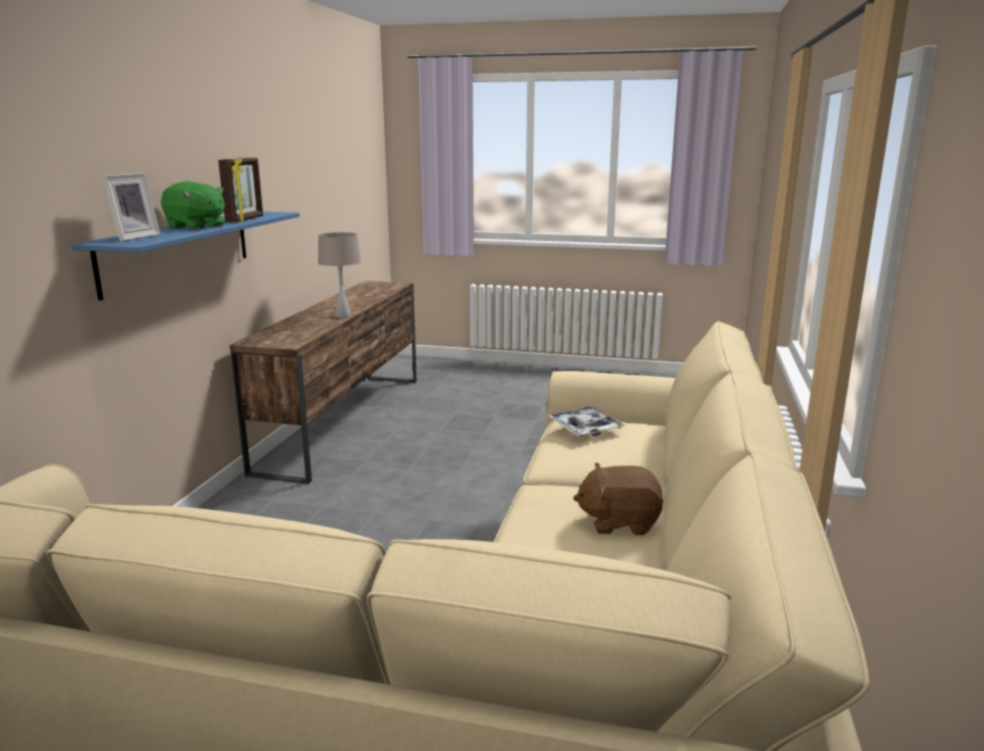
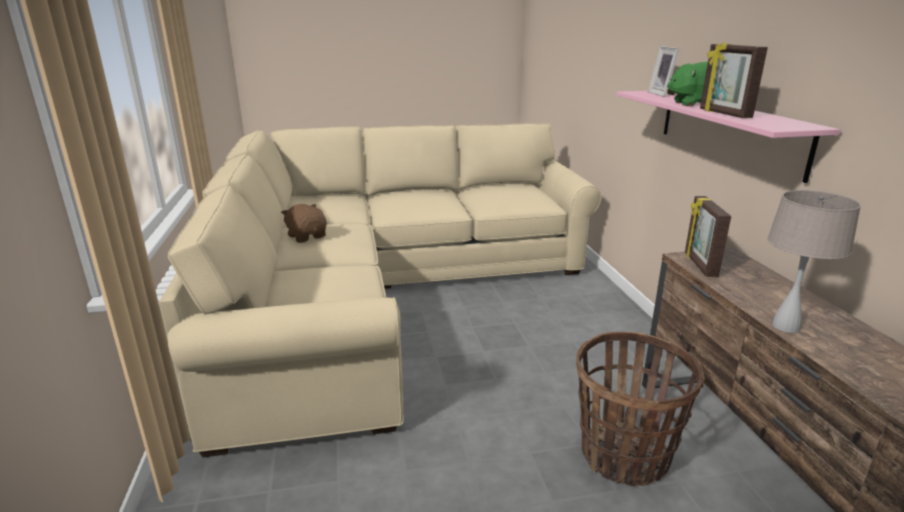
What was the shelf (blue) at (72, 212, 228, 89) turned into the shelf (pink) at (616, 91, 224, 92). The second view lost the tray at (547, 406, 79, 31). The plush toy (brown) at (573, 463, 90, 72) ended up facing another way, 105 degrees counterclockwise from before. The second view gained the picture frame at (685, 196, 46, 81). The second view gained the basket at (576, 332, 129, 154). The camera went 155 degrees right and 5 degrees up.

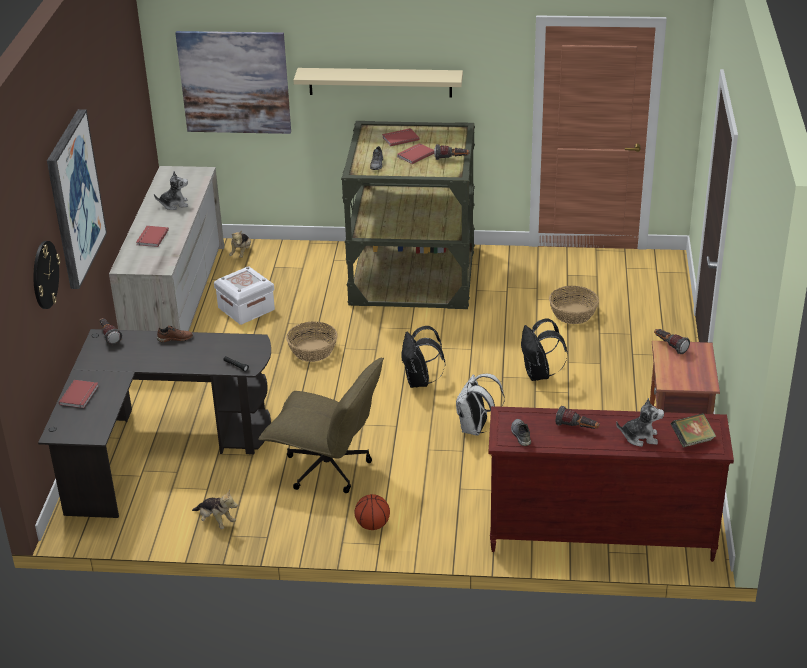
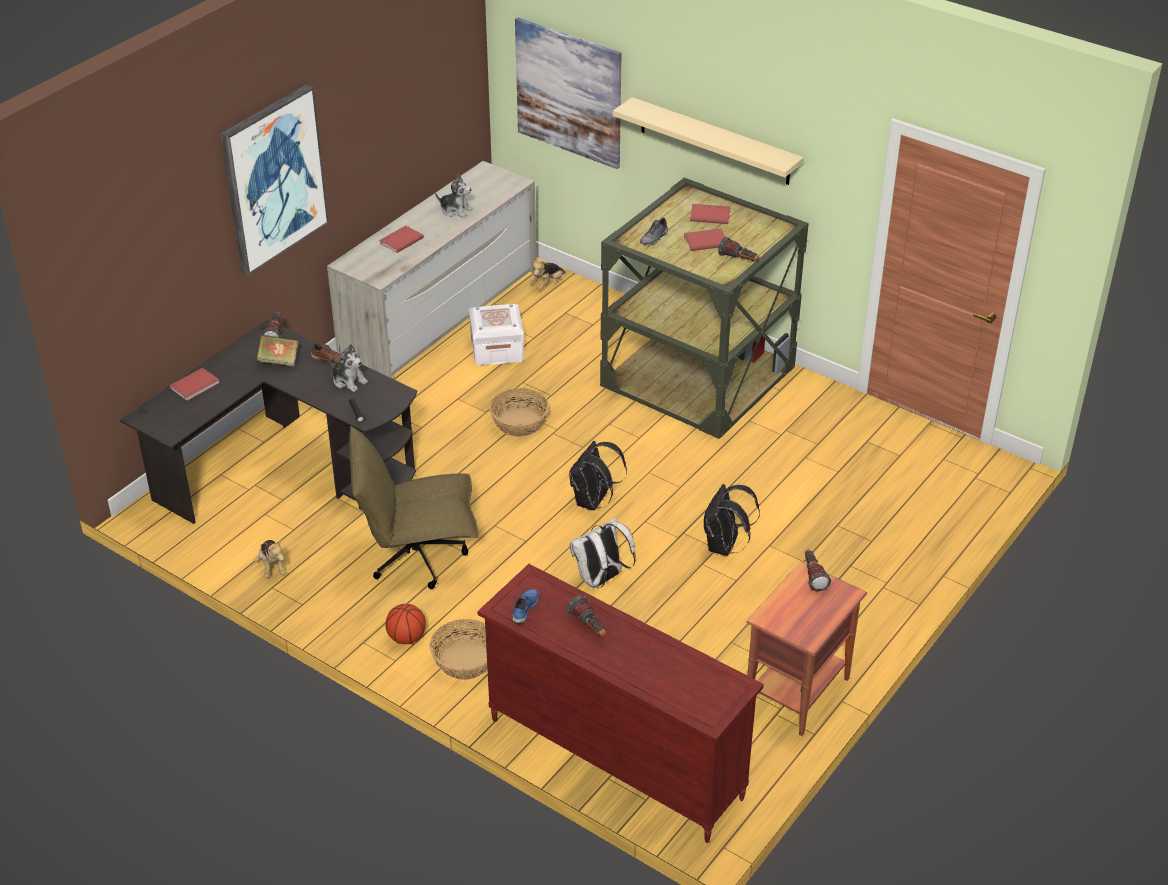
The second view lost the wall clock at (33, 241, 28, 68). The basket ended up elsewhere, having gone from (549, 286, 50, 38) to (430, 619, 57, 61). The office chair (beige) at (258, 358, 126, 135) ended up facing another way, 120 degrees clockwise from before. The plush toy ended up elsewhere, having gone from (616, 398, 48, 49) to (329, 344, 39, 48). The book ended up elsewhere, having gone from (671, 413, 45, 34) to (257, 335, 42, 32). What was the shoe (grey) at (511, 419, 20, 27) turned into the shoe (blue) at (512, 589, 27, 35). The camera went 30 degrees right and 5 degrees up.

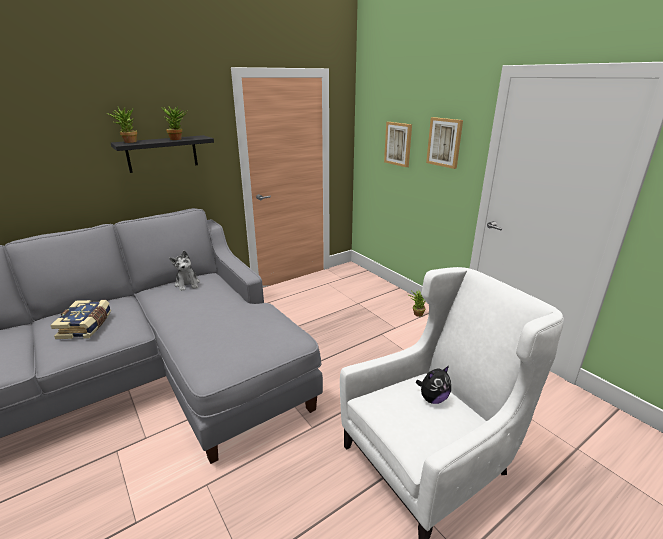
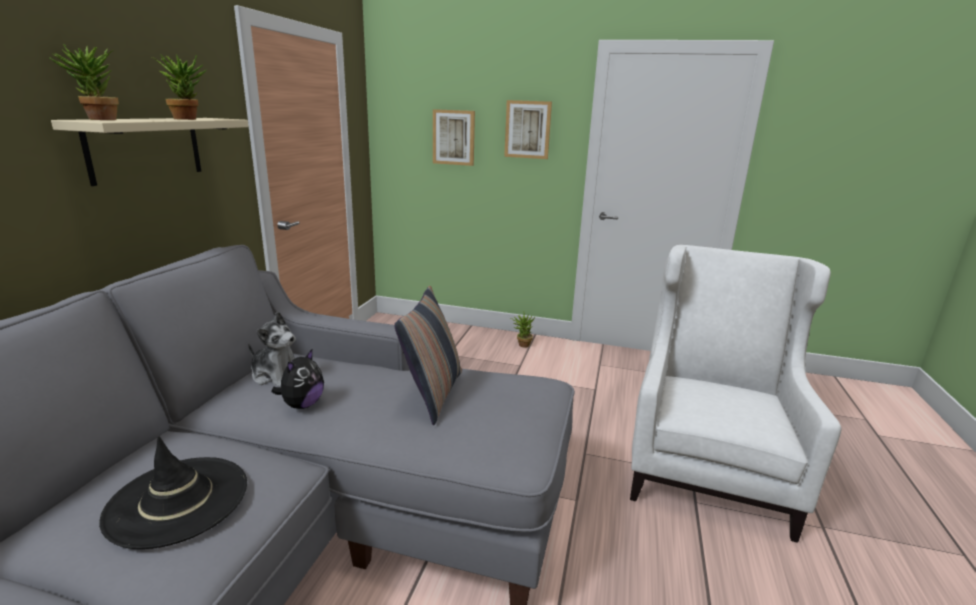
What was the shelf (black) at (111, 135, 103, 38) turned into the shelf (beige) at (51, 118, 198, 68). Where the book stood at (50, 300, 61, 39), the hat (black) came to stand at (99, 437, 148, 112). The plush toy ended up elsewhere, having gone from (416, 366, 35, 38) to (271, 349, 53, 60). The second view gained the pillow at (394, 286, 68, 139). The camera went 40 degrees left and 5 degrees down.

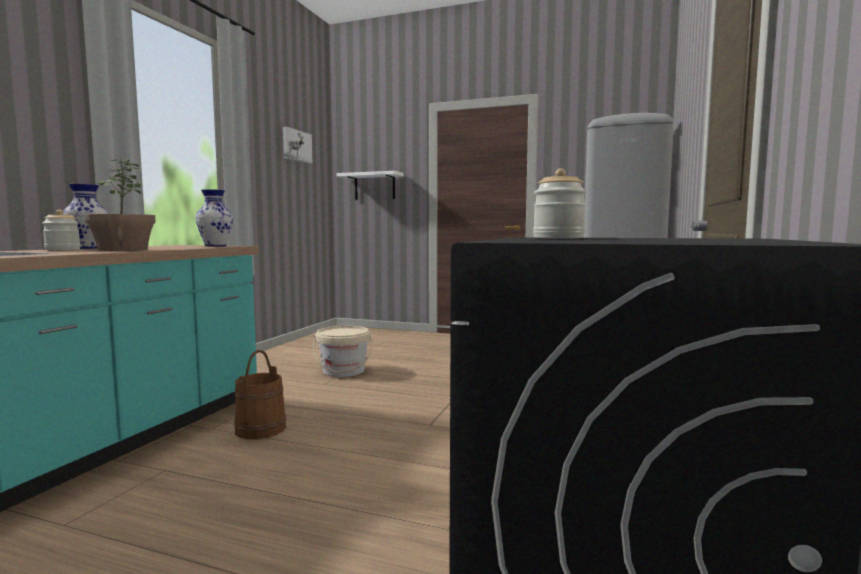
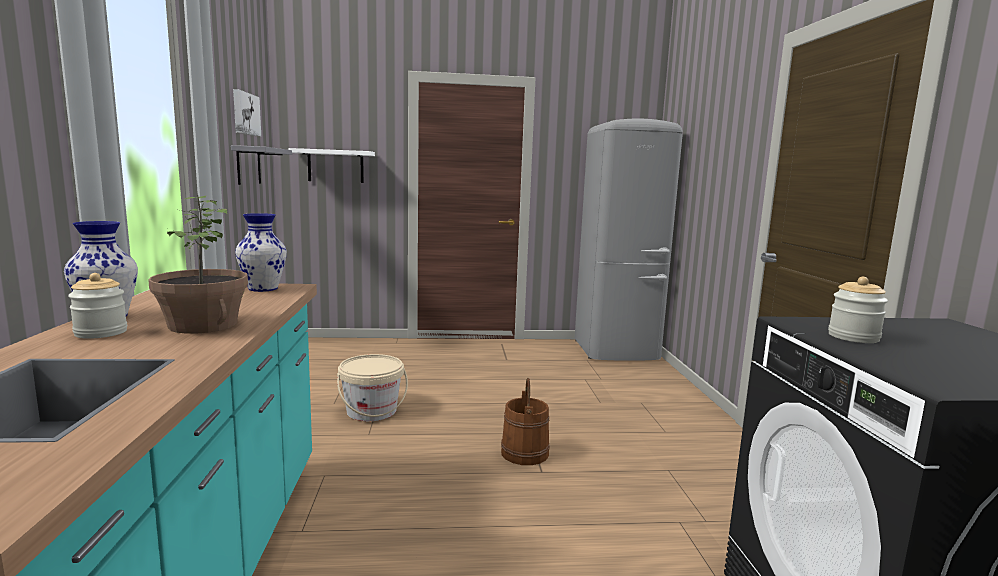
The bucket (brown) ended up elsewhere, having gone from (234, 350, 52, 89) to (501, 378, 49, 87). The second view gained the shelf (grey) at (231, 145, 61, 40). The camera went 25 degrees left and 5 degrees up.

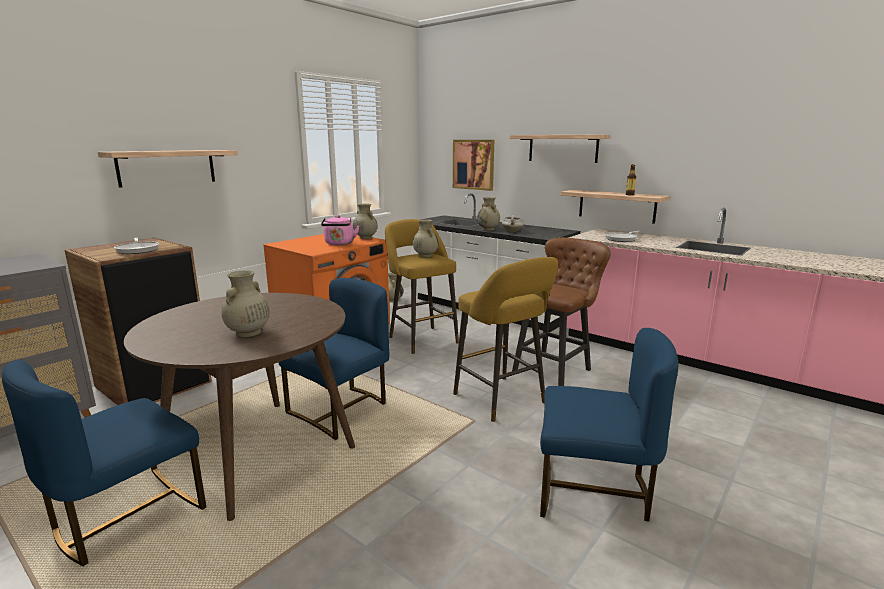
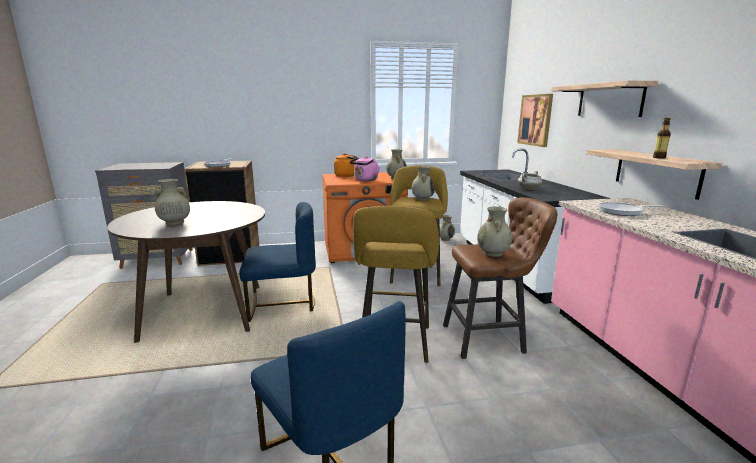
The second view lost the shelf at (98, 150, 140, 38). The vase (beige) ended up elsewhere, having gone from (477, 197, 23, 34) to (477, 207, 35, 50). The second view lost the chair (blue) at (2, 360, 204, 206). The second view gained the kettle (orange) at (334, 154, 23, 23). The camera went 40 degrees right and 0 degrees up.

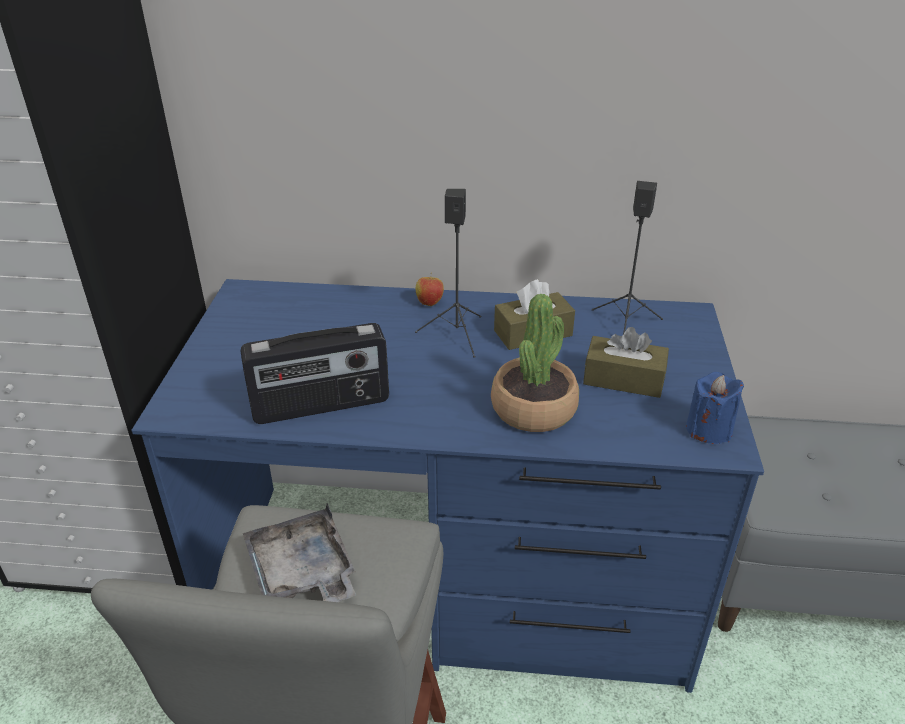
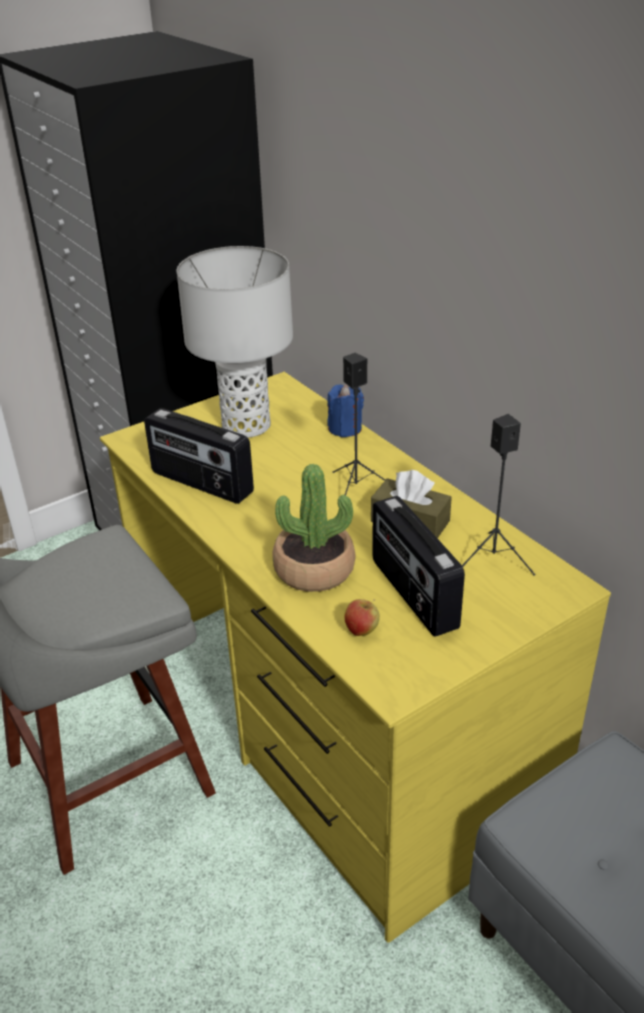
The apple ended up elsewhere, having gone from (416, 272, 28, 34) to (344, 599, 36, 37). What was the desk (blue) at (132, 279, 632, 414) turned into the desk (yellow) at (100, 372, 511, 571). Where the tissue box (brown) stood at (583, 327, 86, 71), the radio came to stand at (372, 496, 93, 141). The candle (blue) ended up elsewhere, having gone from (686, 372, 58, 72) to (327, 385, 37, 53). The second view lost the tray (grey) at (243, 503, 113, 99). The second view gained the table lamp (white) at (176, 246, 117, 192). The camera went 50 degrees right and 0 degrees up.

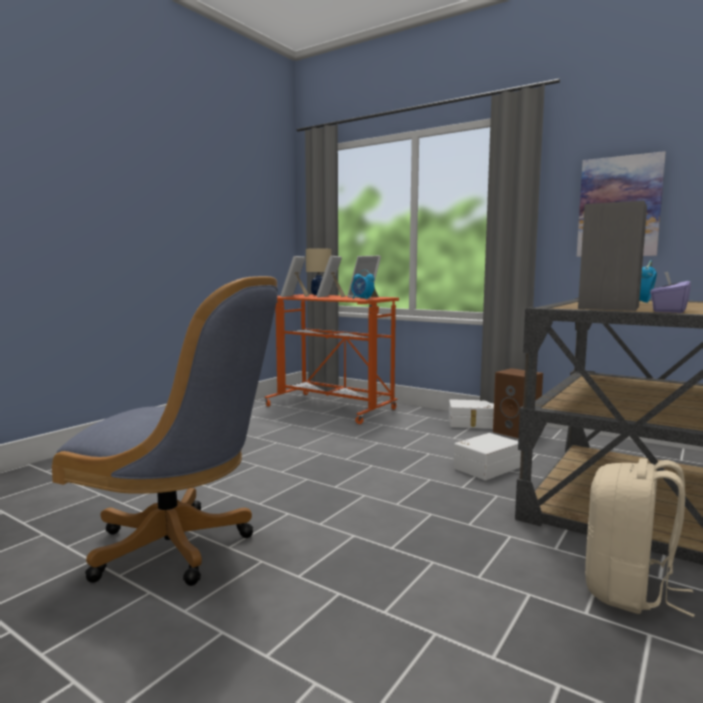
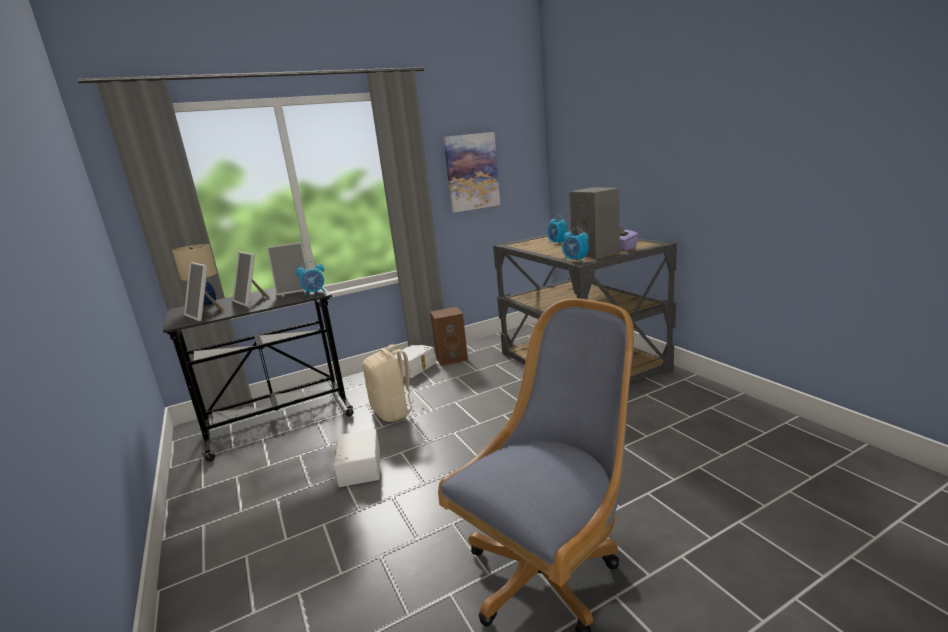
What was the desk (orange) at (265, 294, 134, 130) turned into the desk (black) at (163, 287, 190, 174). The storage box (white) ended up elsewhere, having gone from (453, 433, 68, 47) to (334, 429, 46, 58). The backpack (beige) ended up elsewhere, having gone from (585, 458, 110, 159) to (363, 344, 59, 78). The second view gained the alarm clock at (562, 227, 27, 35). The camera went 60 degrees left and 10 degrees up.

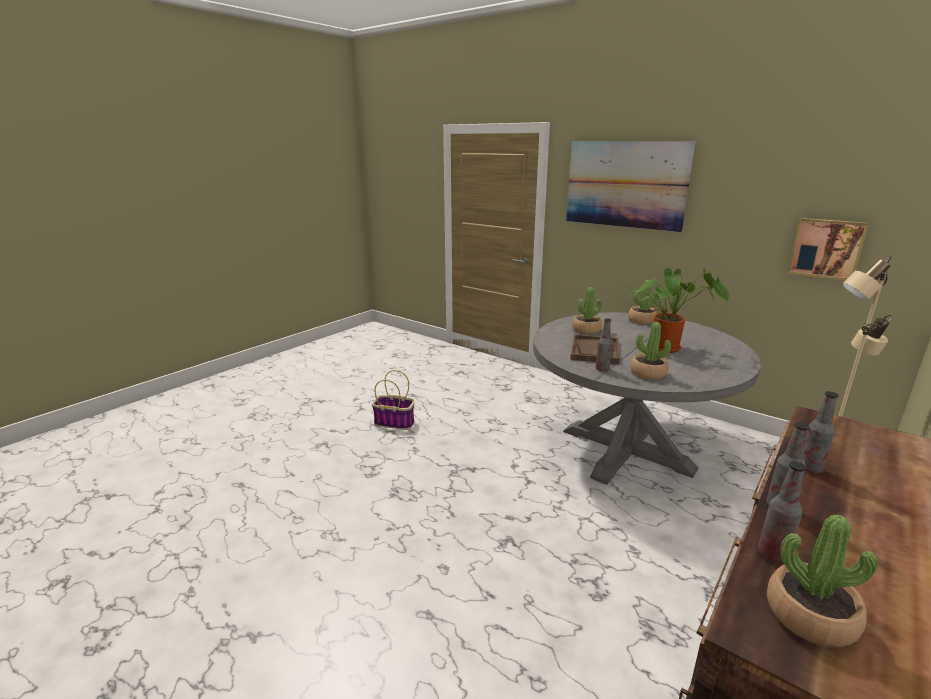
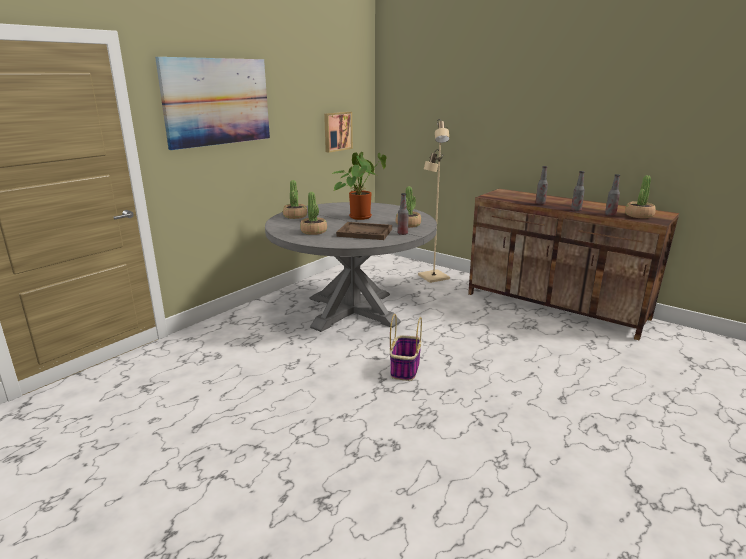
The basket ended up elsewhere, having gone from (372, 370, 43, 60) to (390, 314, 32, 67). The camera went 90 degrees left and 0 degrees up.

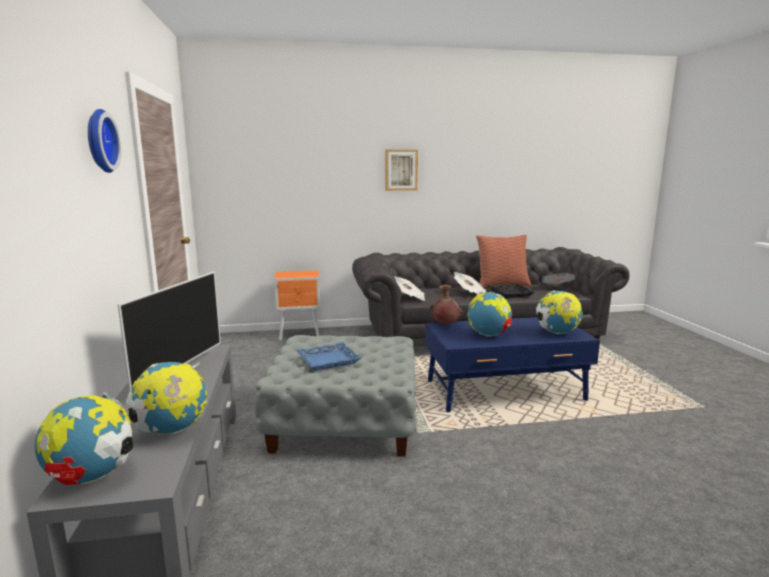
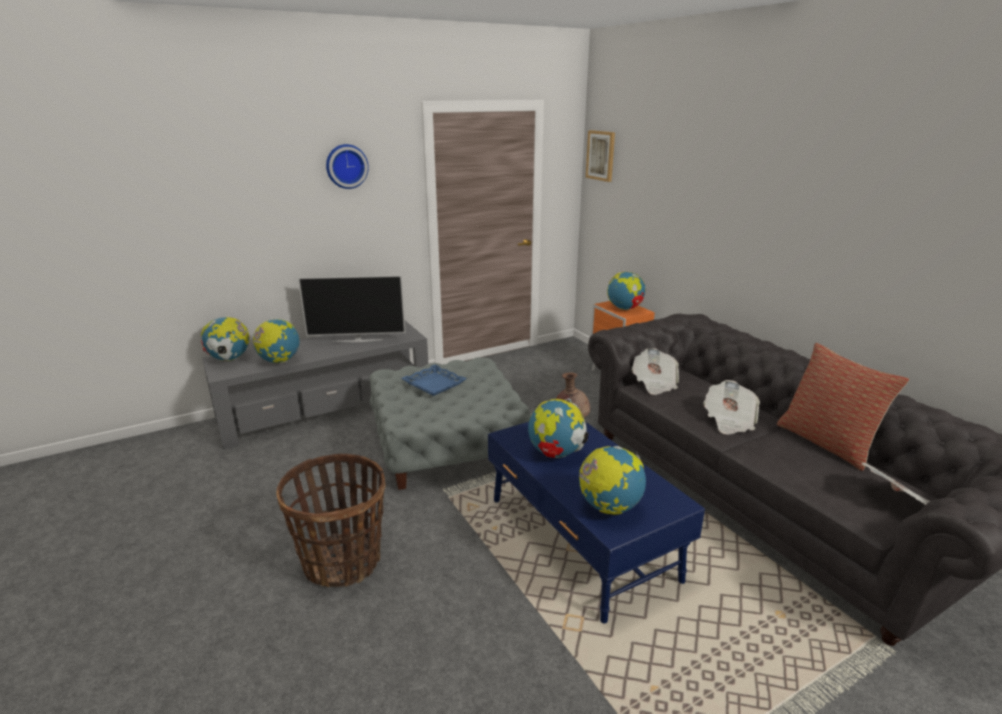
The picture ended up elsewhere, having gone from (385, 150, 33, 41) to (586, 130, 29, 52). The second view lost the tray (black) at (489, 284, 46, 14). The second view gained the globe at (607, 271, 39, 39). The second view gained the basket at (276, 454, 110, 133). The camera went 70 degrees right and 10 degrees up.

